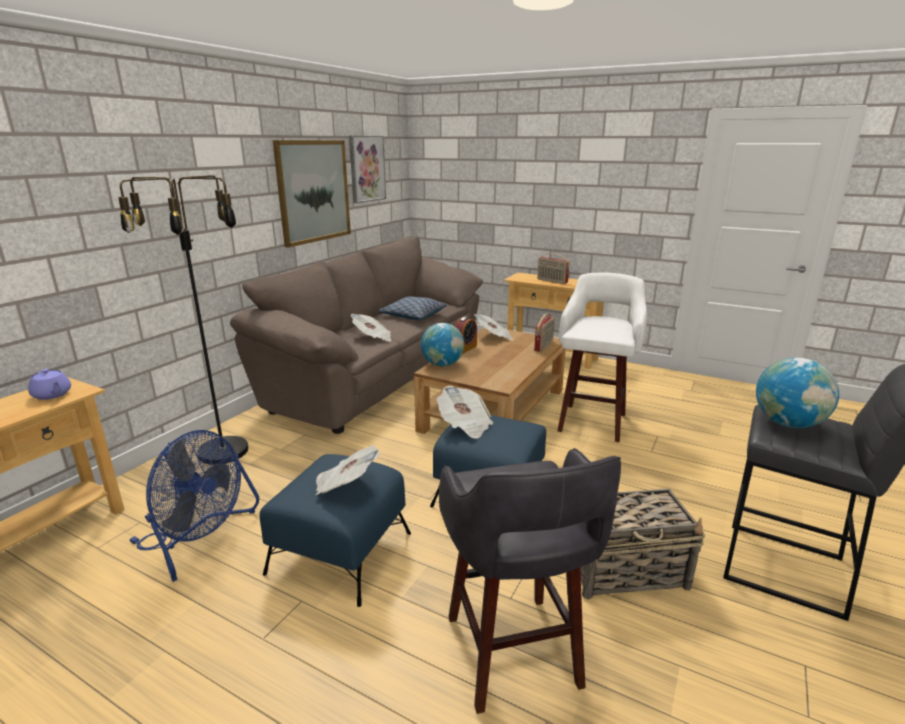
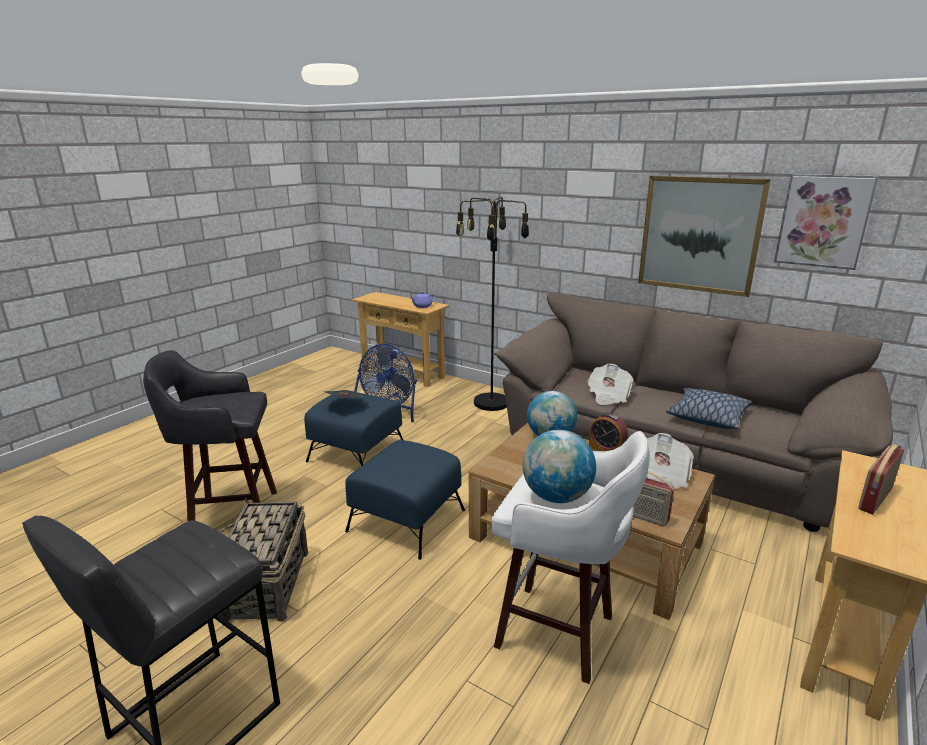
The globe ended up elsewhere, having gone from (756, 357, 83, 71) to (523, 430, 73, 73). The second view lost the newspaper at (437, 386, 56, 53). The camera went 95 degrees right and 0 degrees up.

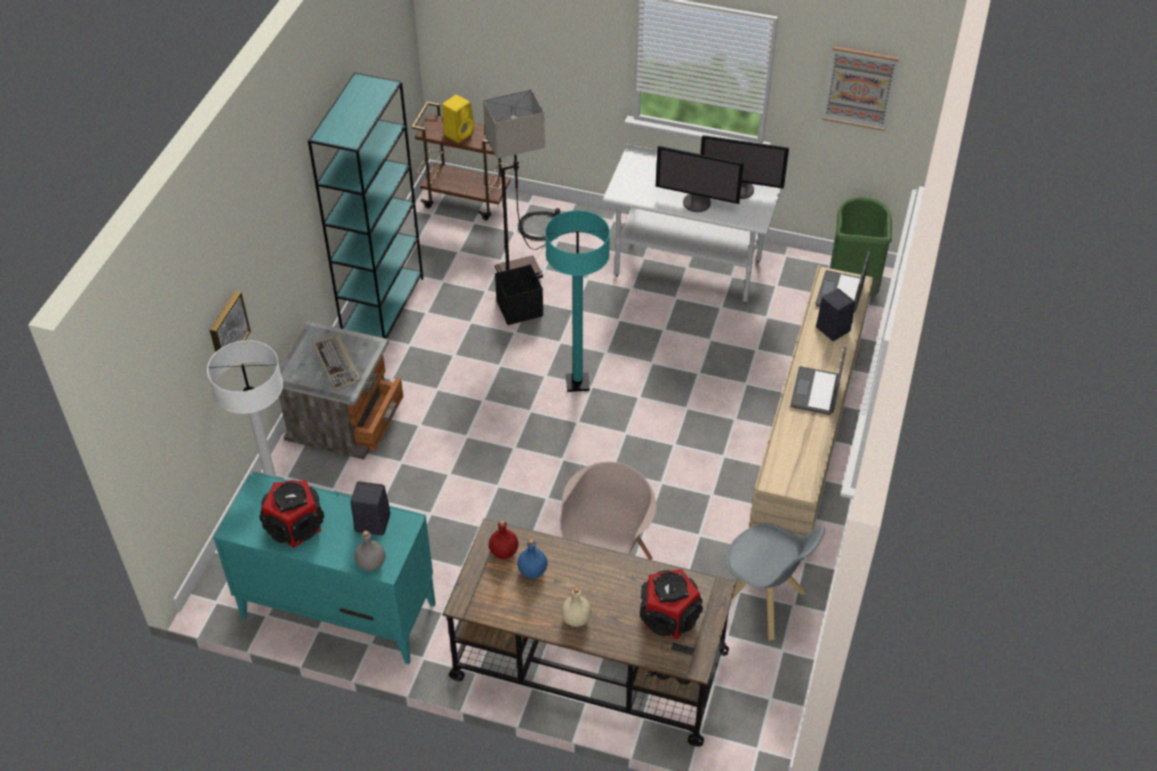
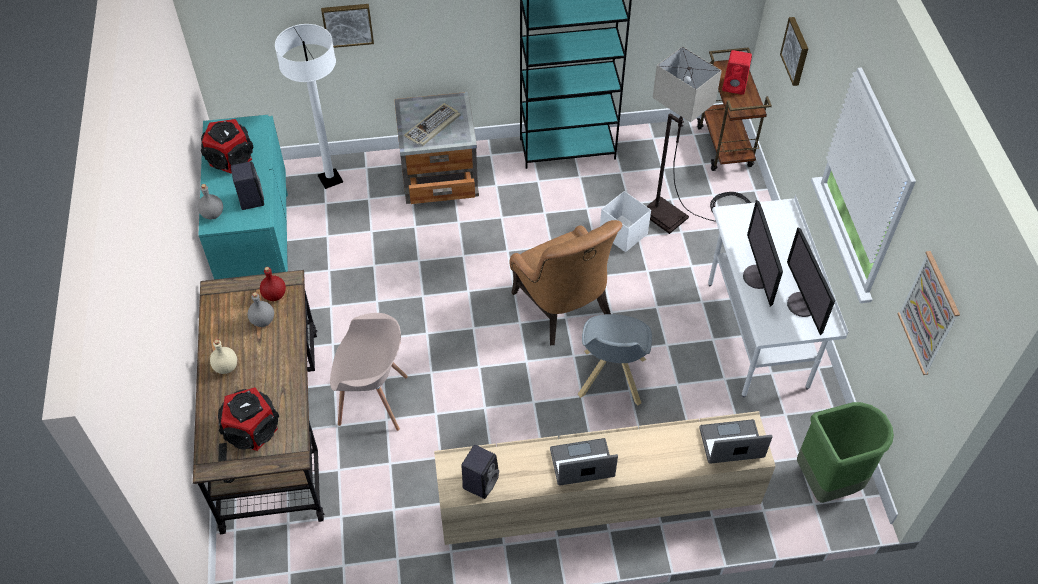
What was the speaker (yellow) at (442, 95, 32, 48) turned into the speaker (red) at (722, 50, 30, 45). Where the floor lamp (turquoise) stood at (545, 210, 65, 182), the chair (brown) came to stand at (509, 220, 113, 125). What was the storage box (black) at (495, 265, 48, 60) turned into the storage box (white) at (600, 191, 51, 61). The speaker (black) ended up elsewhere, having gone from (816, 288, 38, 53) to (461, 445, 38, 54). The chair (grey) ended up elsewhere, having gone from (725, 523, 100, 118) to (578, 314, 74, 91). What was the bottle (blue) at (517, 539, 31, 40) turned into the bottle (grey) at (248, 292, 26, 35). The second view gained the picture at (780, 17, 28, 69). The camera went 65 degrees right and 5 degrees up.

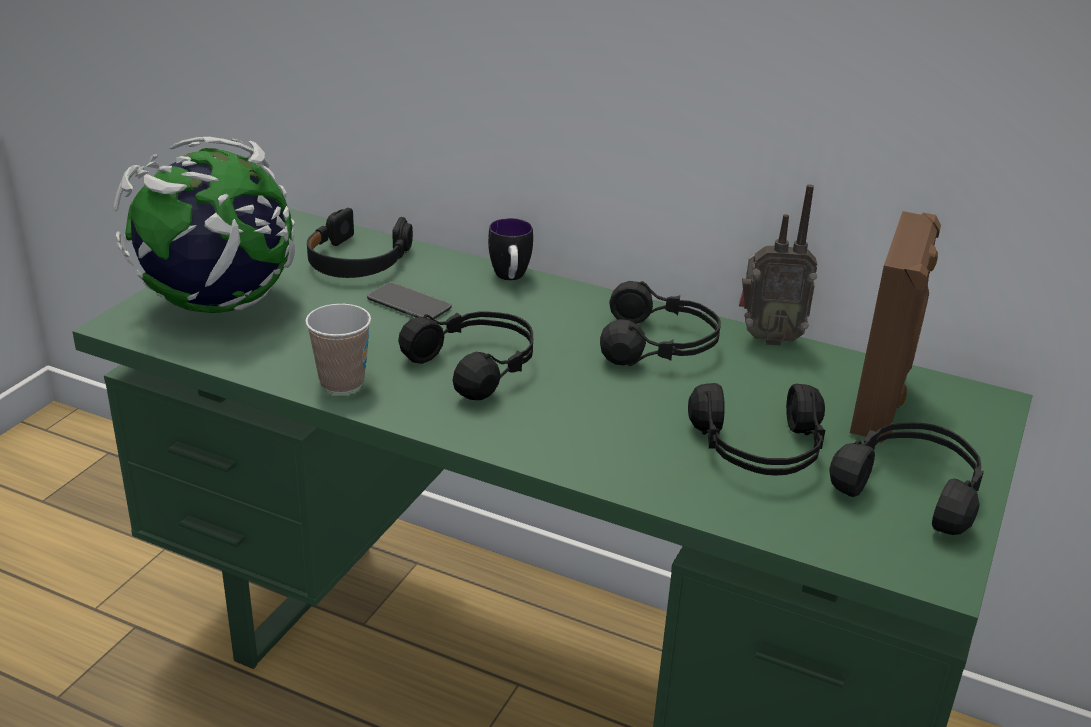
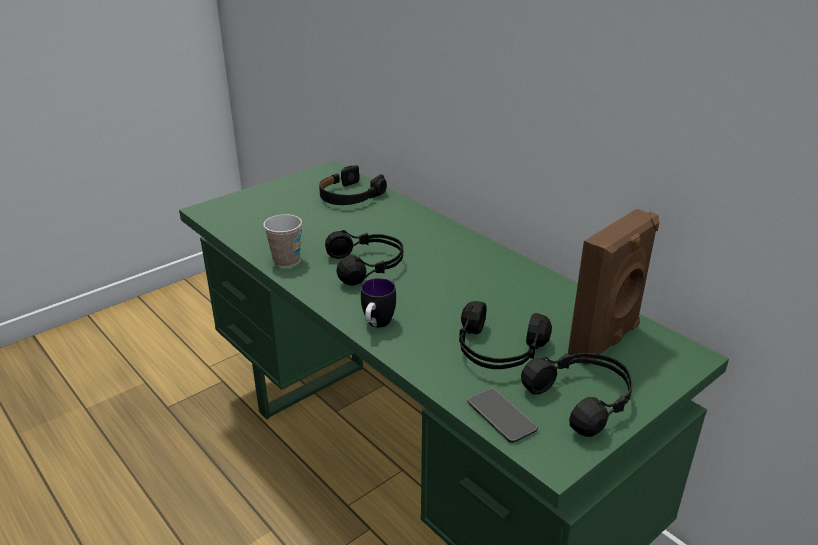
The second view lost the globe at (114, 137, 181, 176). The second view lost the radio at (739, 184, 78, 162). The mug ended up elsewhere, having gone from (488, 218, 45, 63) to (361, 278, 35, 50). The second view lost the headphones (black) at (600, 281, 121, 85). The phone ended up elsewhere, having gone from (367, 282, 85, 37) to (468, 388, 70, 55). The camera went 25 degrees right and 0 degrees up.

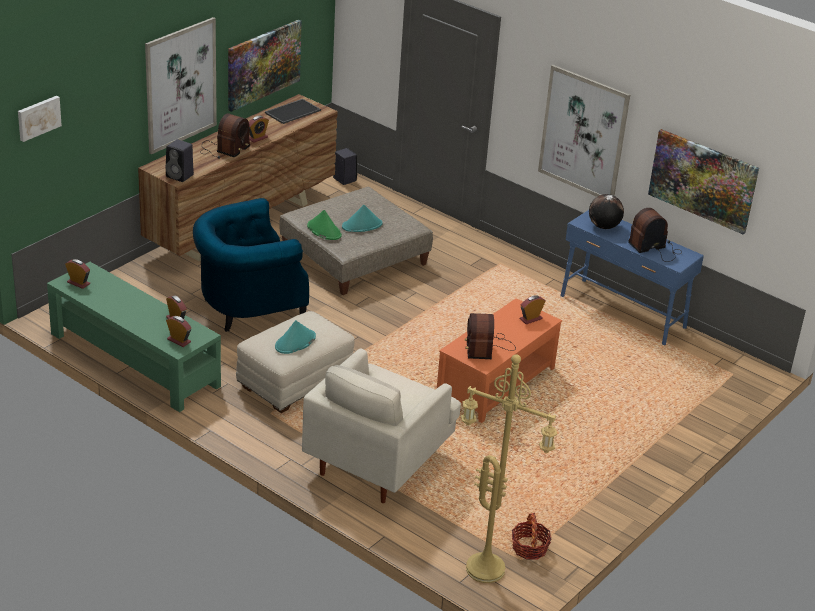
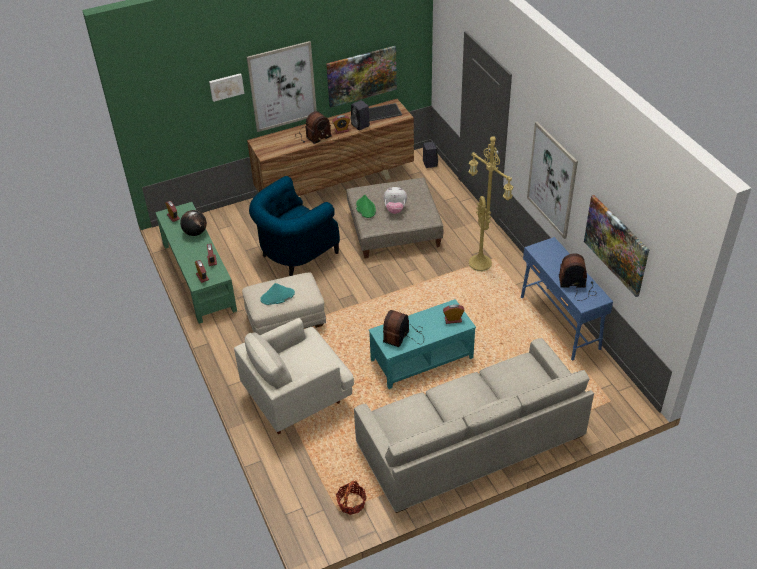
The picture ended up elsewhere, having gone from (18, 96, 44, 46) to (209, 73, 35, 29). The speaker (black) ended up elsewhere, having gone from (165, 139, 29, 43) to (351, 100, 19, 30). The globe ended up elsewhere, having gone from (589, 194, 35, 35) to (180, 210, 27, 26). The armchair (blue) at (193, 198, 116, 134) ended up facing another way, 45 degrees counterclockwise from before. Where the hat (turquoise) stood at (342, 205, 41, 27), the plush toy came to stand at (384, 187, 23, 27). What was the coffee table (orange) at (437, 298, 125, 125) turned into the coffee table (turquoise) at (369, 299, 107, 90). The floor lamp (yellow) ended up elsewhere, having gone from (461, 354, 96, 229) to (468, 136, 45, 136). The second view gained the sofa (beige) at (354, 338, 240, 175). The camera went 30 degrees right and 10 degrees up.

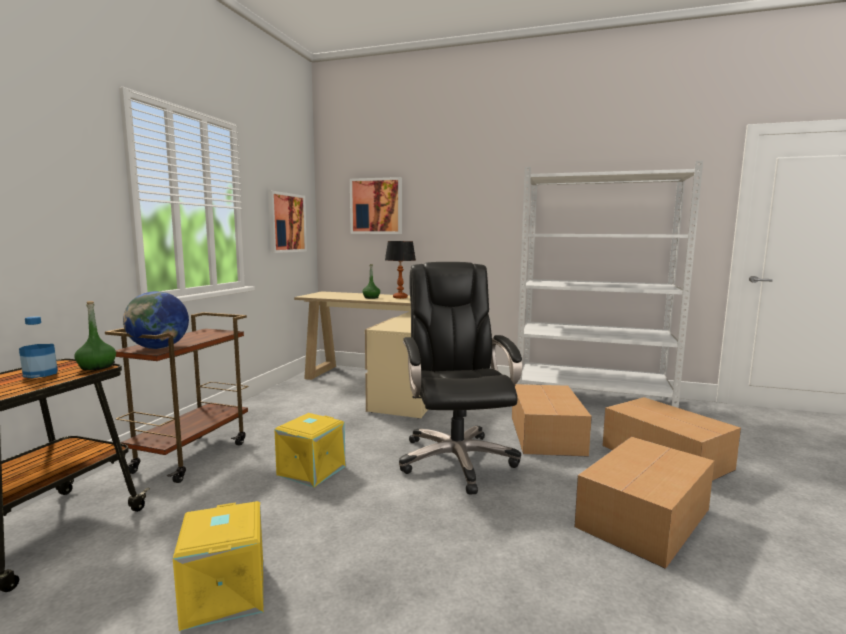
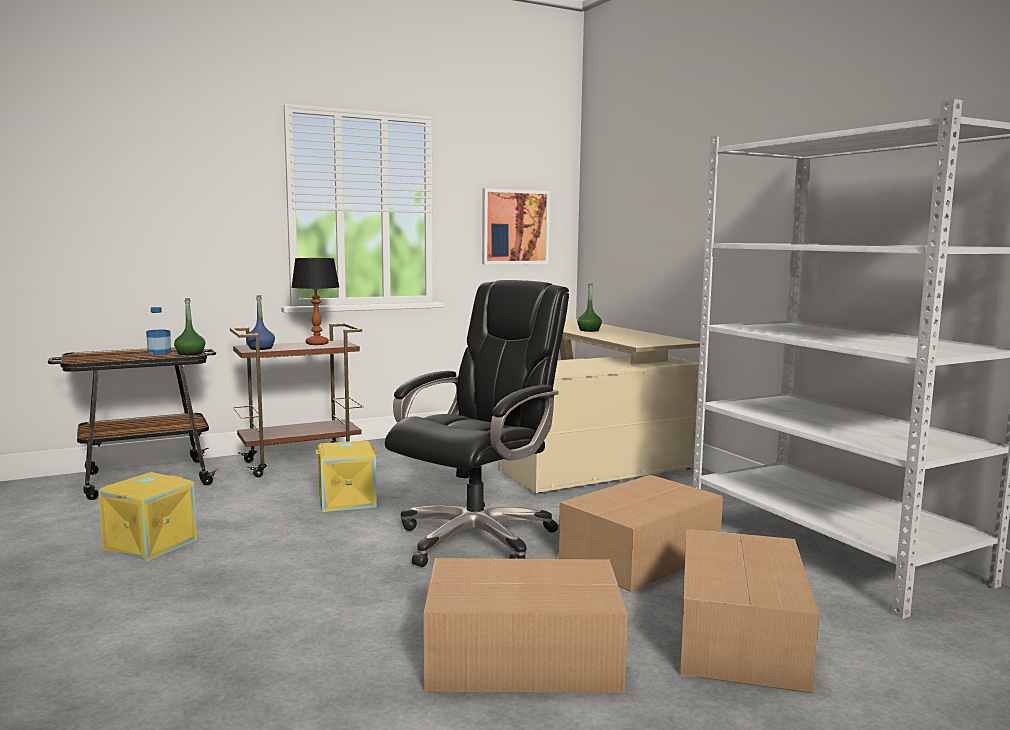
The second view lost the picture at (350, 177, 52, 57). The table lamp ended up elsewhere, having gone from (385, 241, 31, 58) to (292, 258, 47, 87). Where the globe stood at (123, 291, 66, 58), the bottle (blue) came to stand at (246, 295, 29, 55). The camera went 45 degrees right and 0 degrees up.

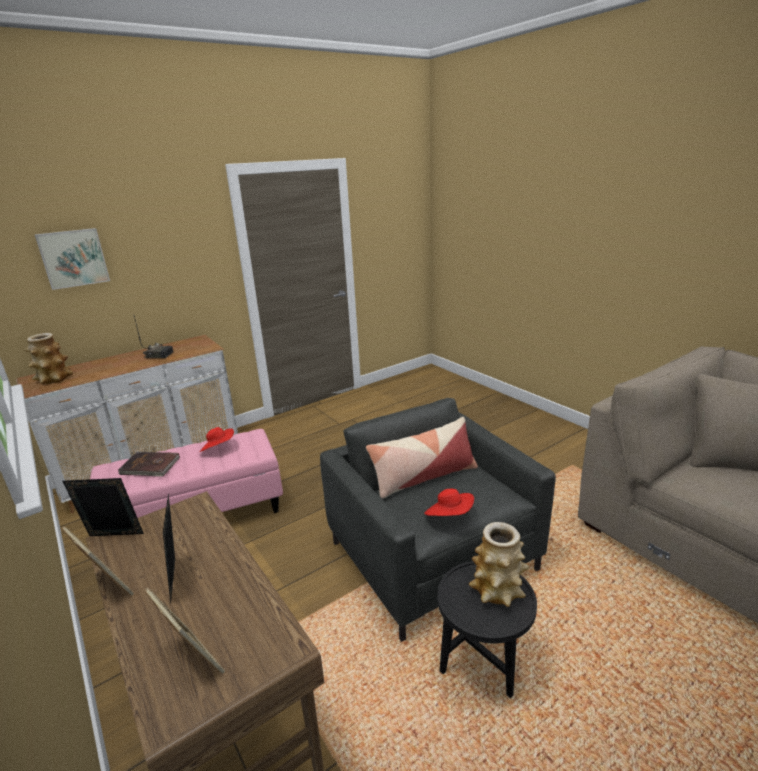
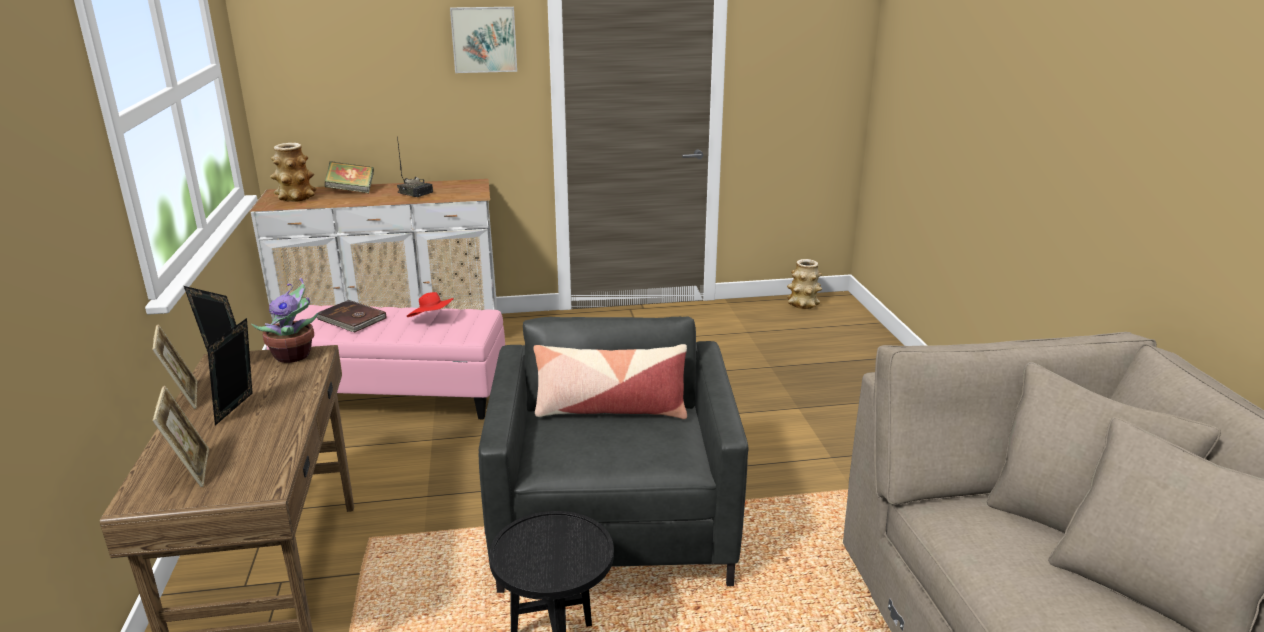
The picture ended up elsewhere, having gone from (34, 228, 76, 62) to (450, 7, 67, 66). The second view lost the hat (red) at (424, 489, 50, 27). The vase ended up elsewhere, having gone from (469, 522, 60, 85) to (787, 259, 35, 50). The second view gained the book at (325, 161, 49, 32). The second view gained the potted plant at (251, 278, 67, 85). The camera went 25 degrees right and 0 degrees up.

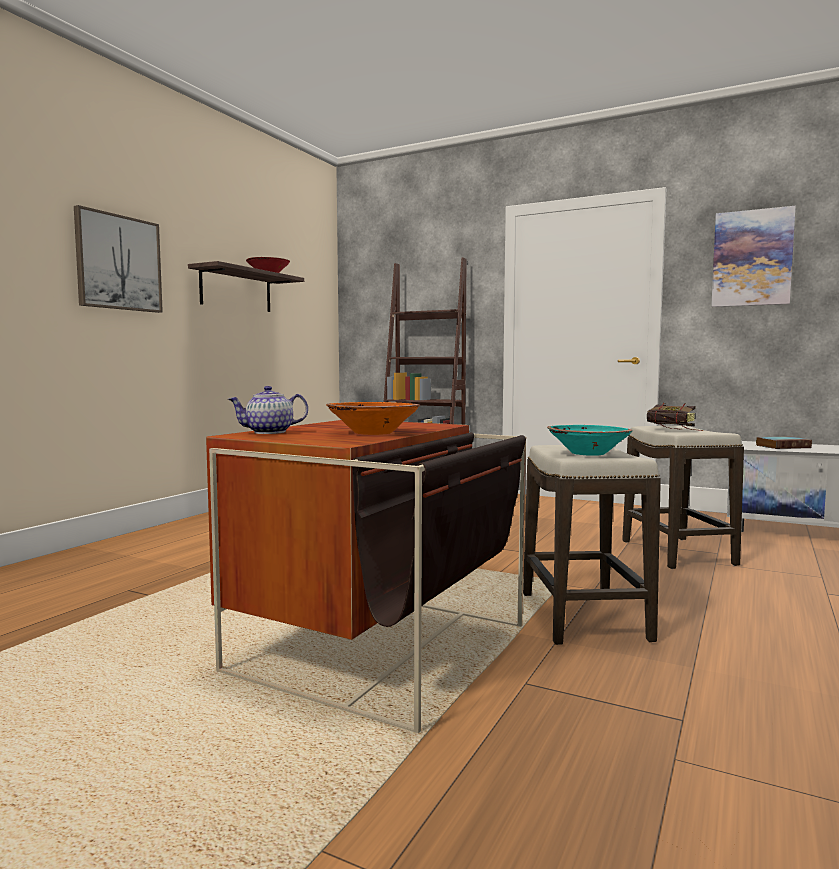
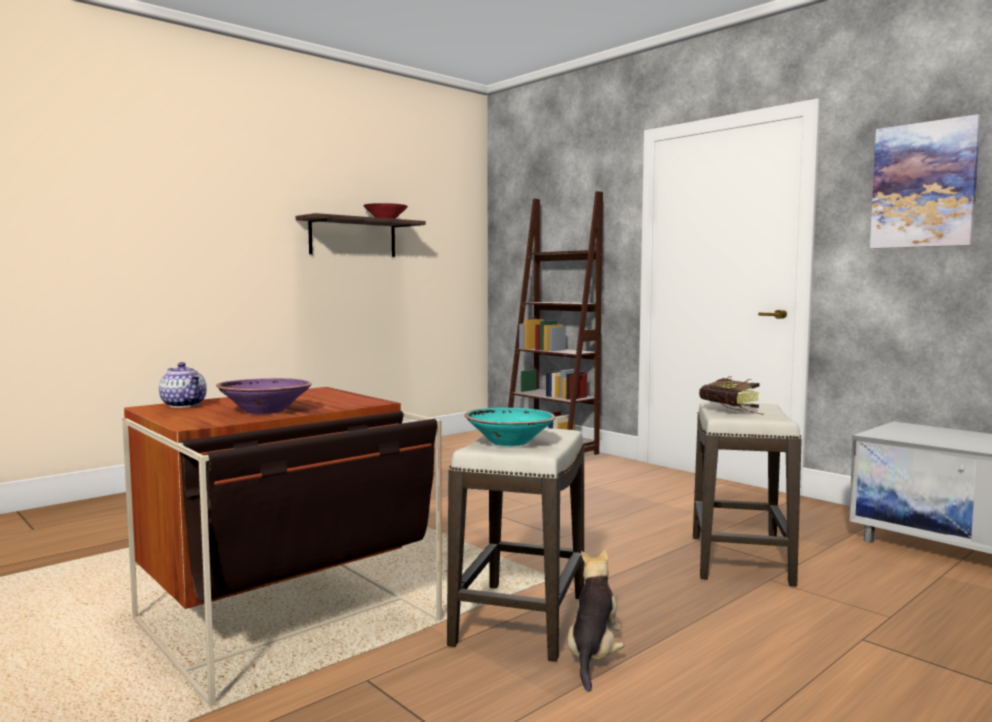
The second view lost the picture at (74, 205, 89, 108). The teapot at (228, 386, 80, 48) ended up facing another way, 135 degrees counterclockwise from before. What was the bowl (orange) at (326, 402, 94, 33) turned into the bowl (purple) at (216, 378, 96, 36). The second view lost the book at (756, 436, 56, 13). The second view gained the plush toy at (567, 550, 57, 142). The camera went 20 degrees right and 0 degrees up.

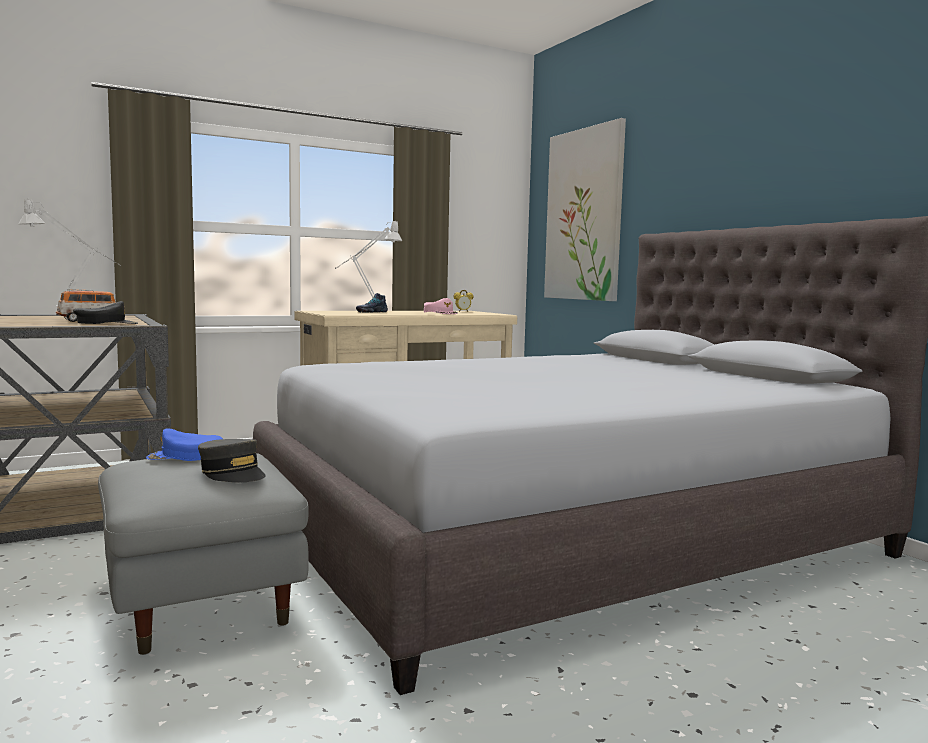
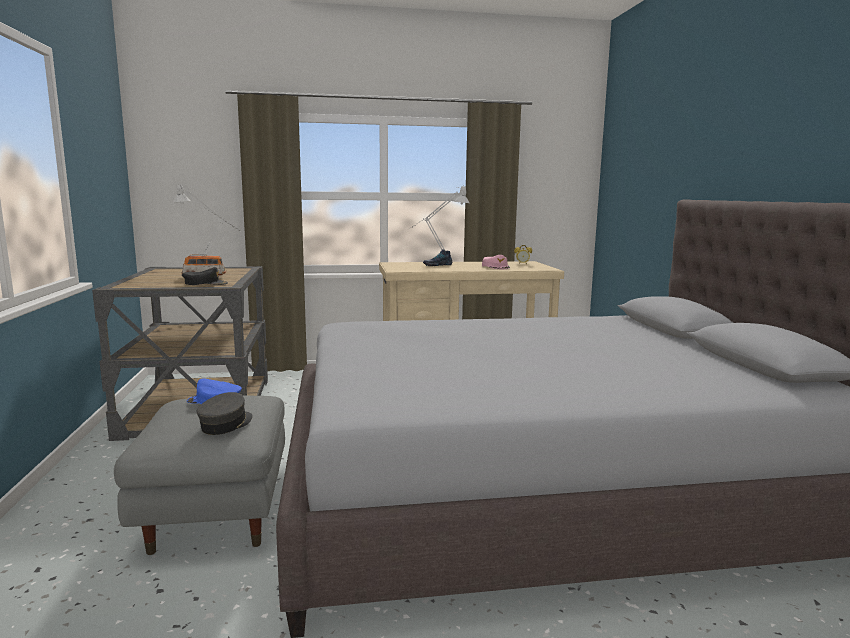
The second view lost the picture at (544, 118, 82, 183). The cap (grey) at (198, 439, 67, 43) ended up facing another way, 135 degrees counterclockwise from before. The camera went 20 degrees right and 5 degrees up.

